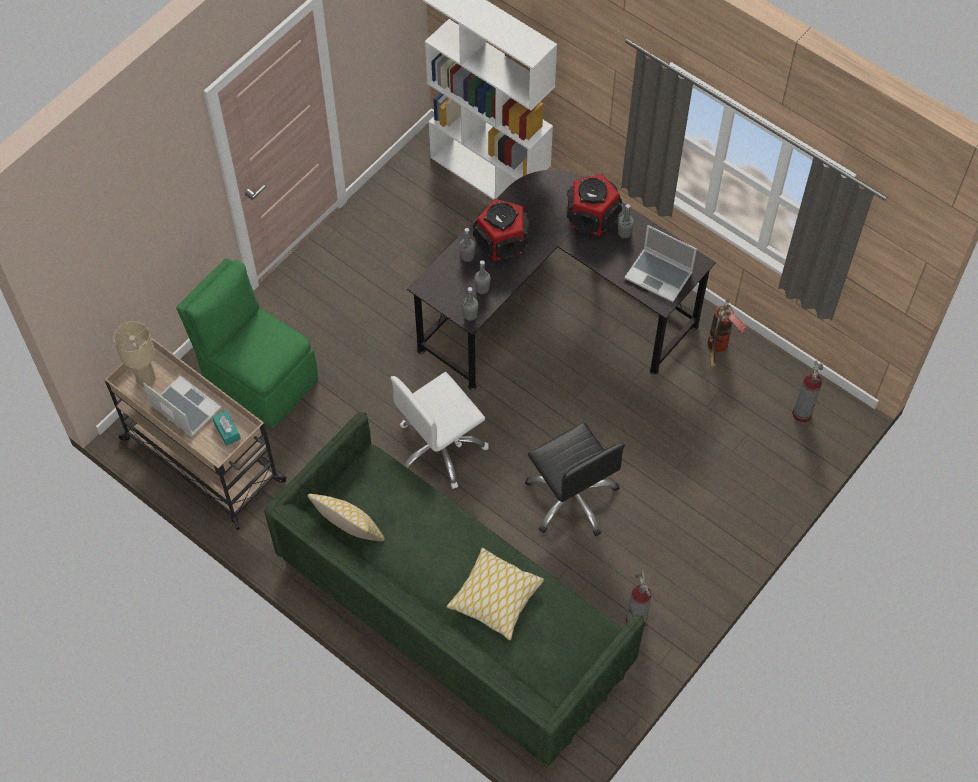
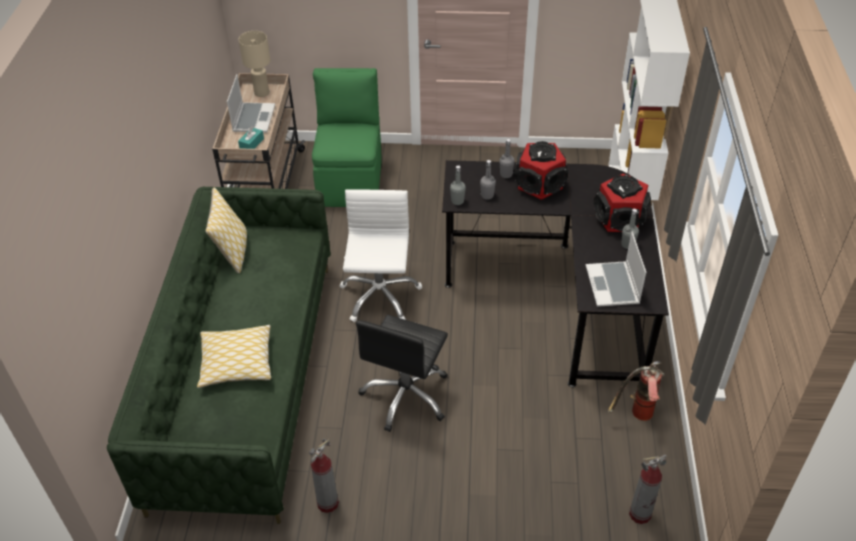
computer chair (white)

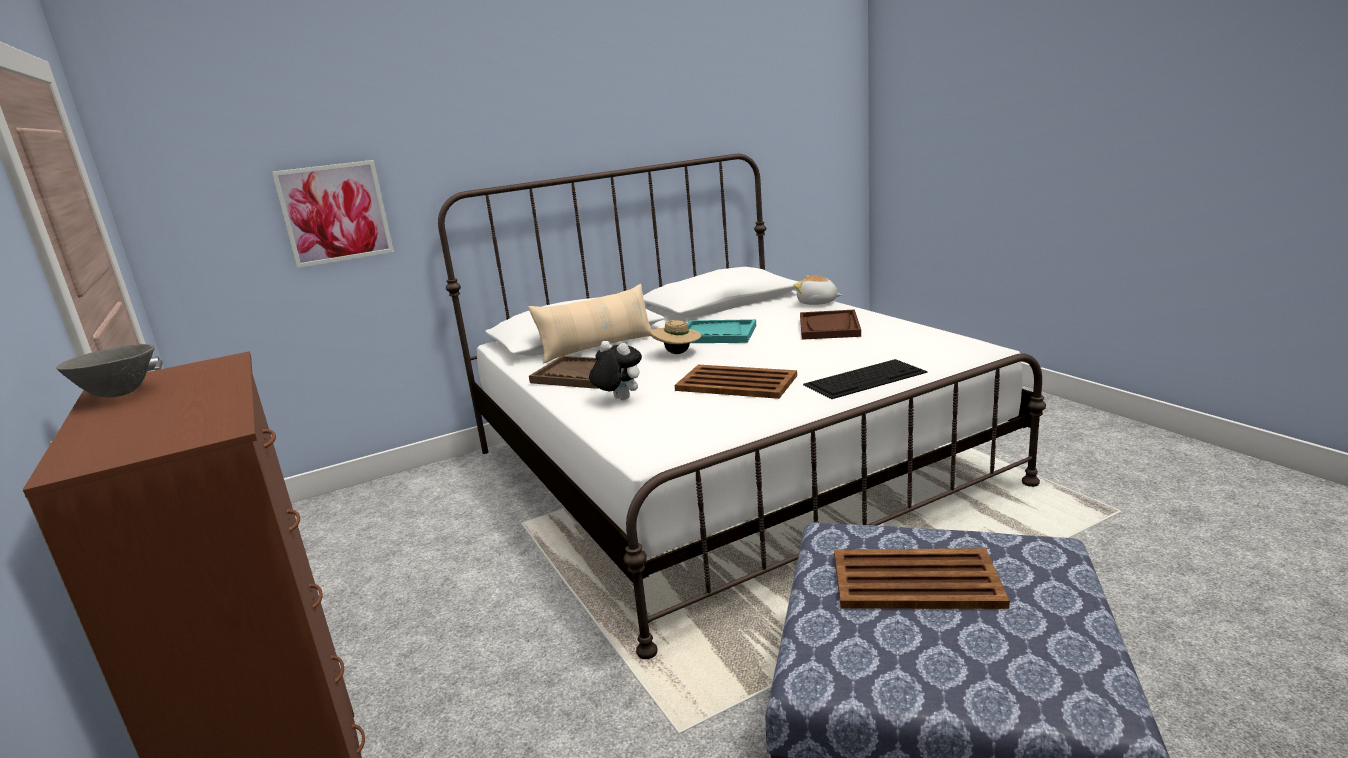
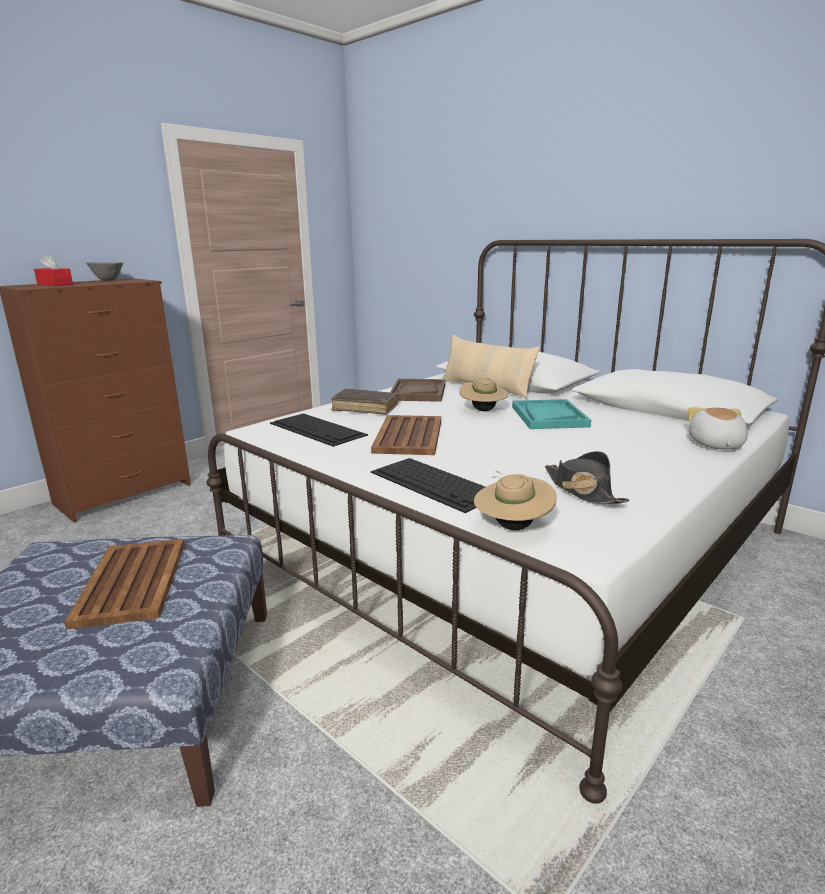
picture; carrying tray (brown-coloured) (no. 3 from left in the first image); book (brown-coloured); tissue holder (reddish); keyboard (no. 1 from left); wearable hat (blackish); wearable hat (beige) (no. 2 from left)

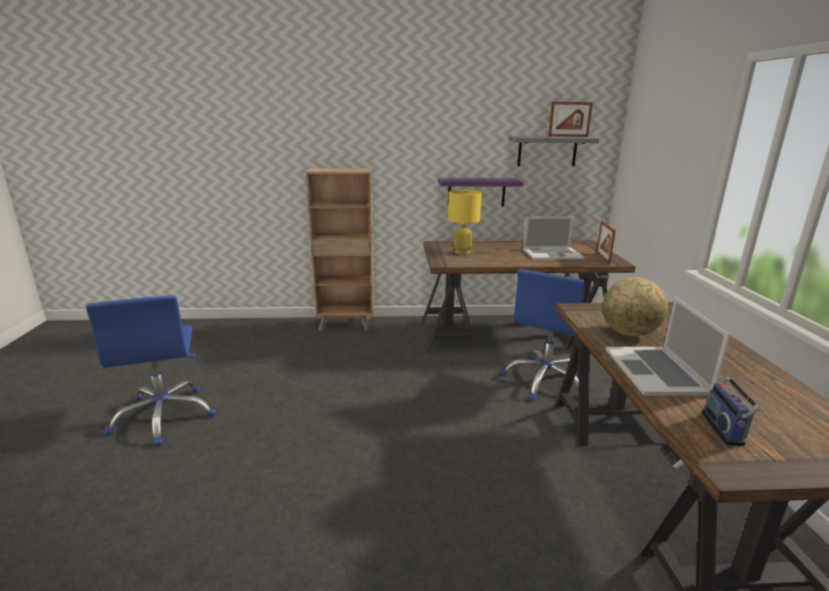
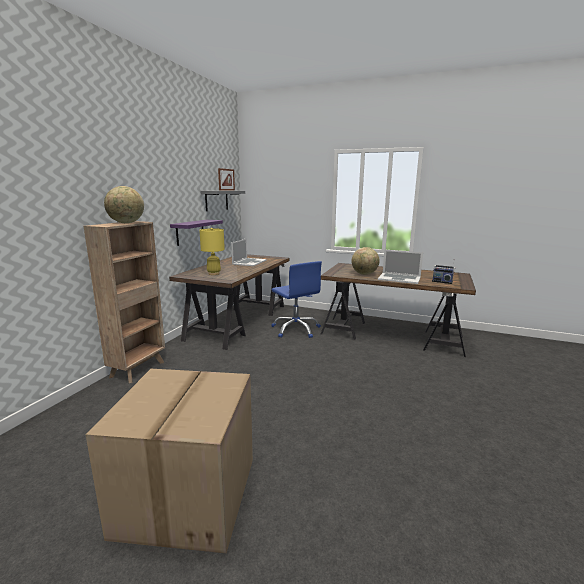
picture frame (no. 2 from left in the first image); cardboard box; desk globe (no. 1 from left)

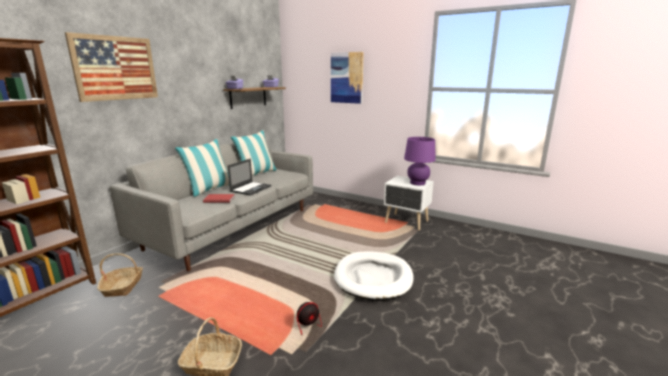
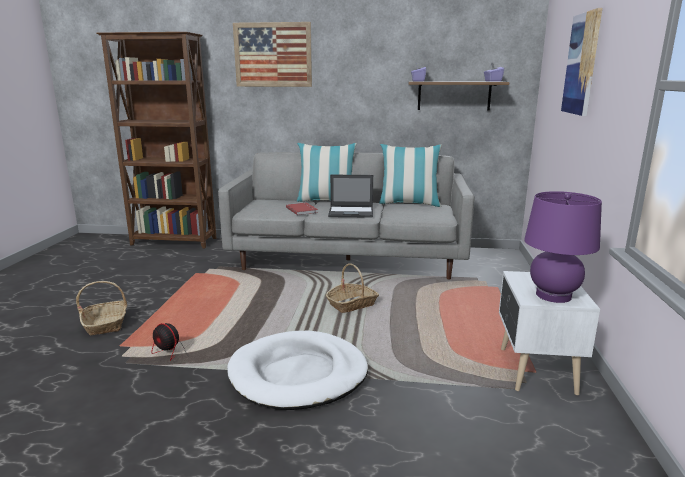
storage basket (no. 2 from left)

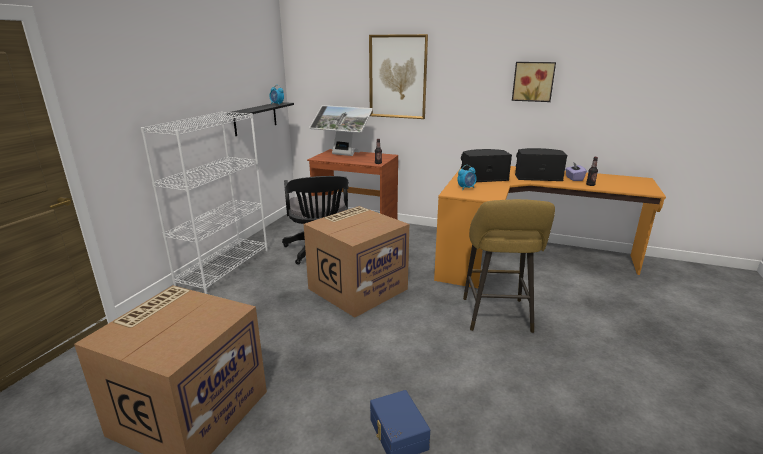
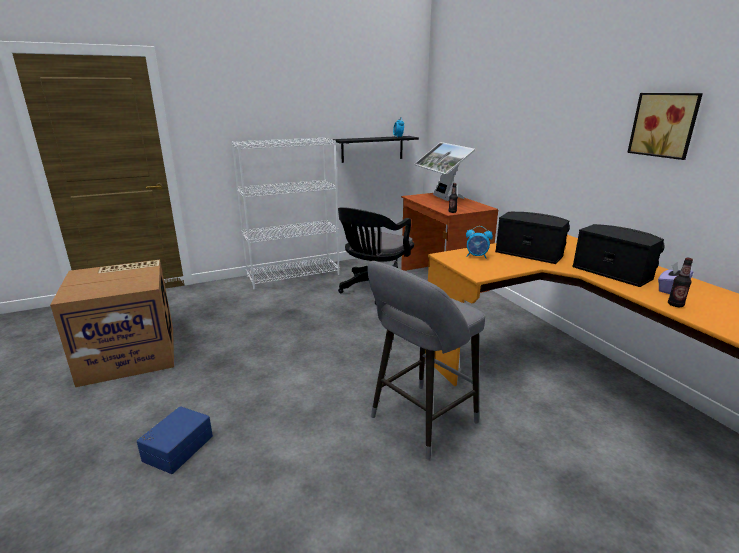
picture (no. 1 from left in the first image); stool seat (grey); cardboard box (no. 2 from left in the first image)

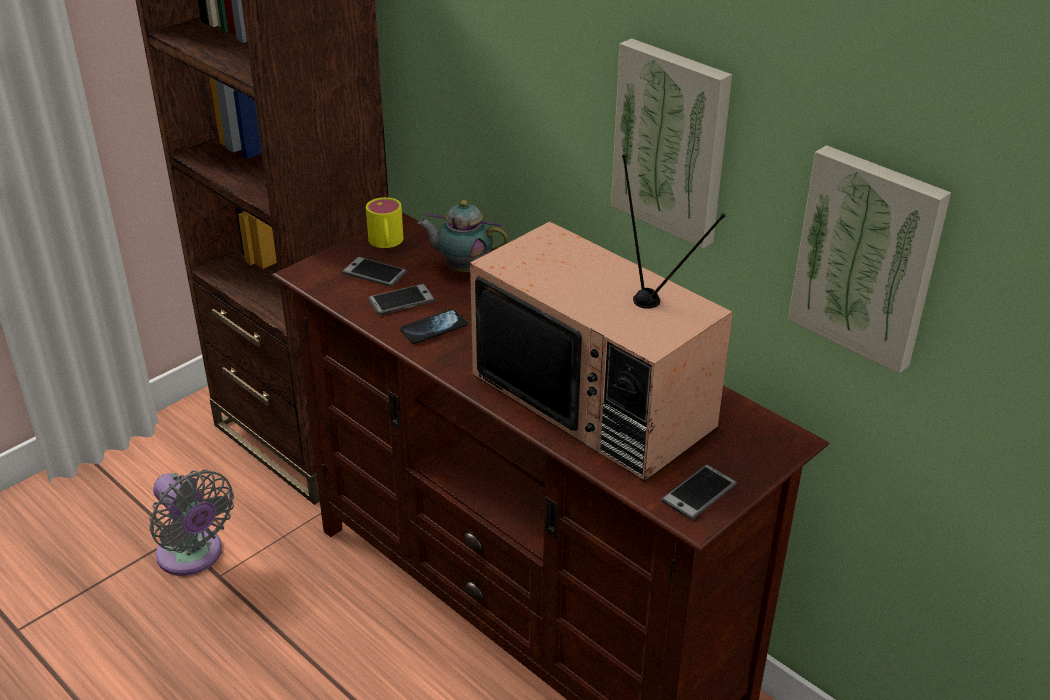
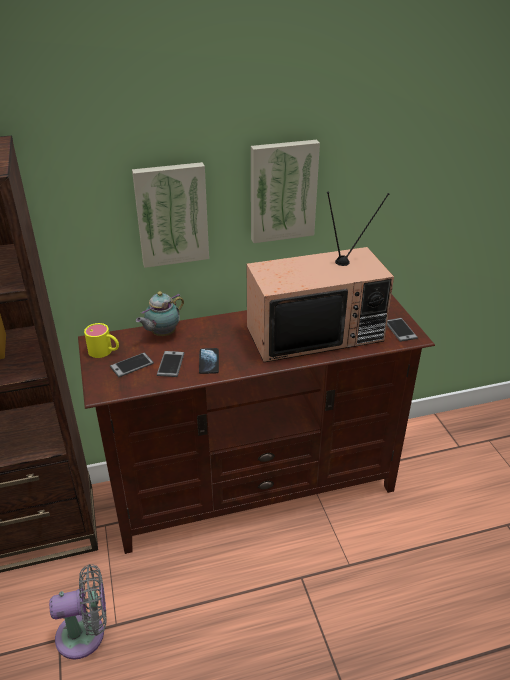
picture (no. 1 from left)

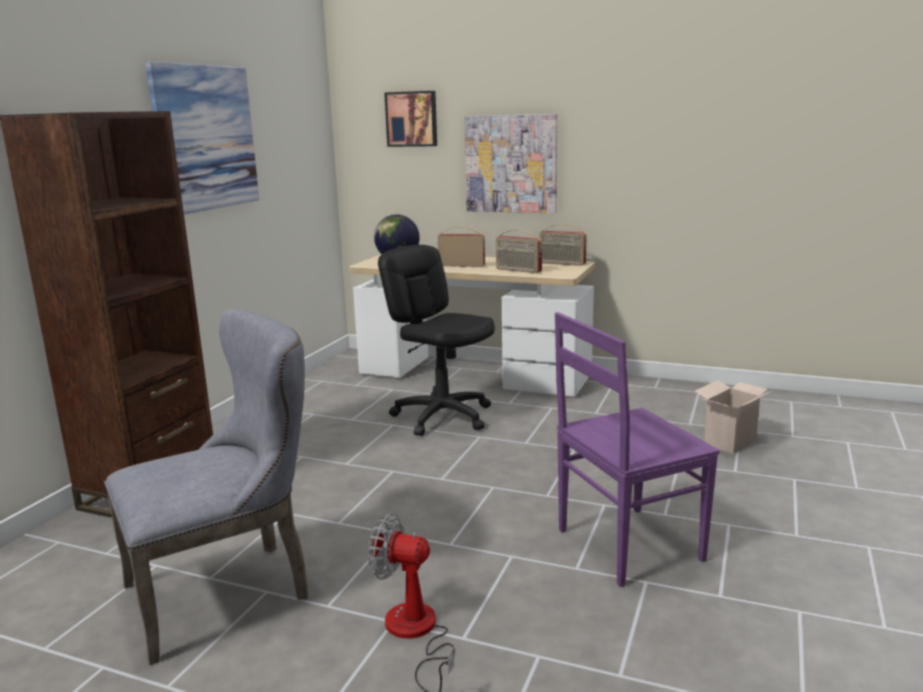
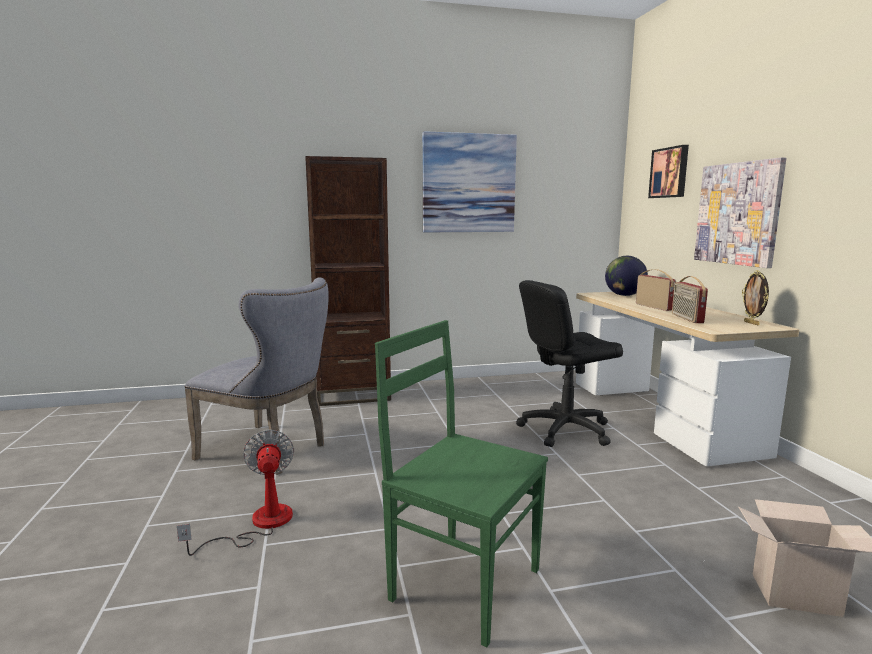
picture frame; computer chair (blackish); upright chair (greenish)

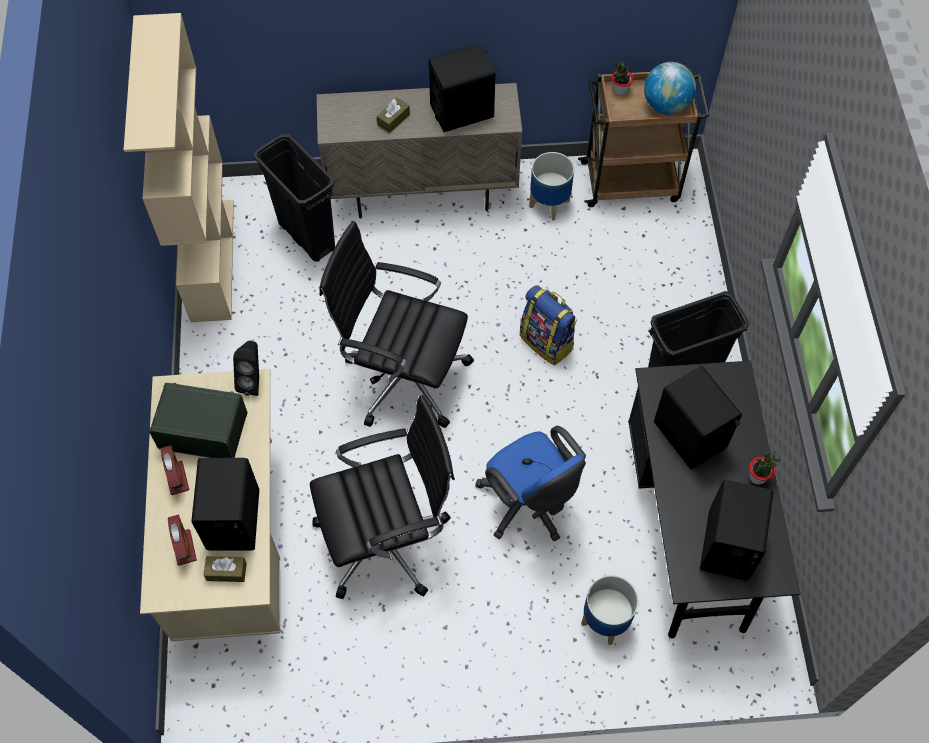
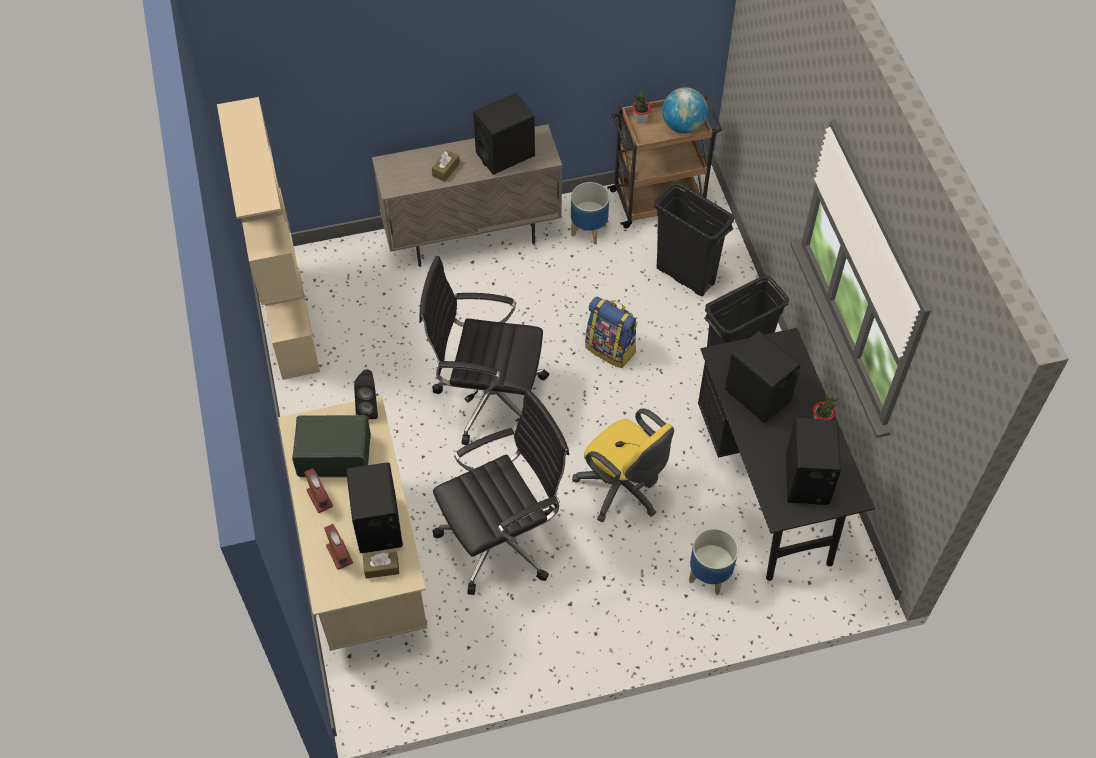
waste bin (blackish) (no. 1 from left); computer chair (yellowish)

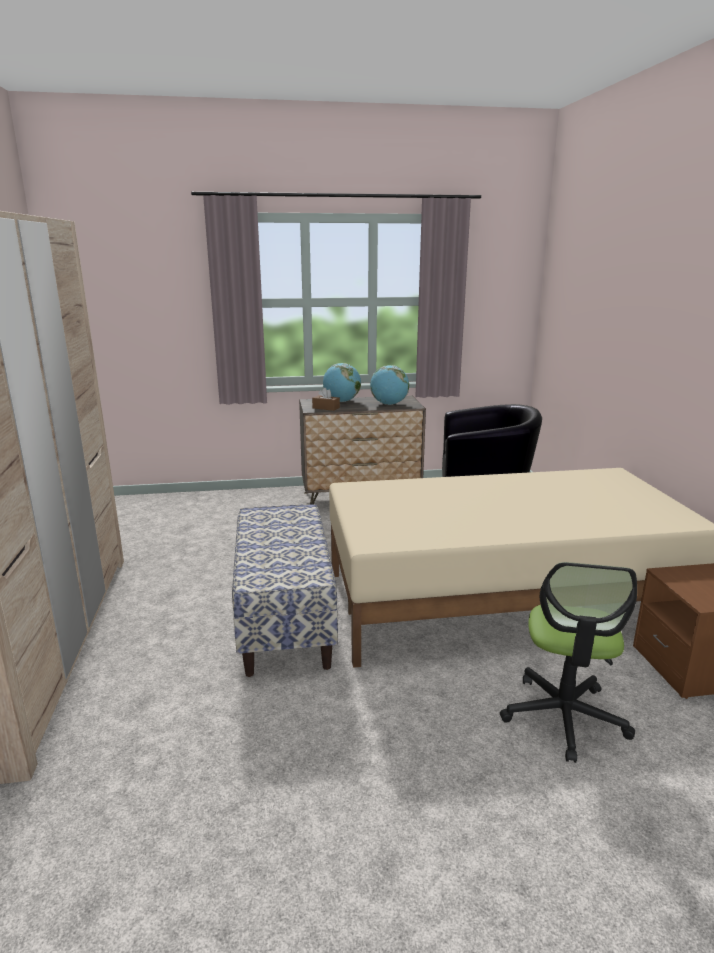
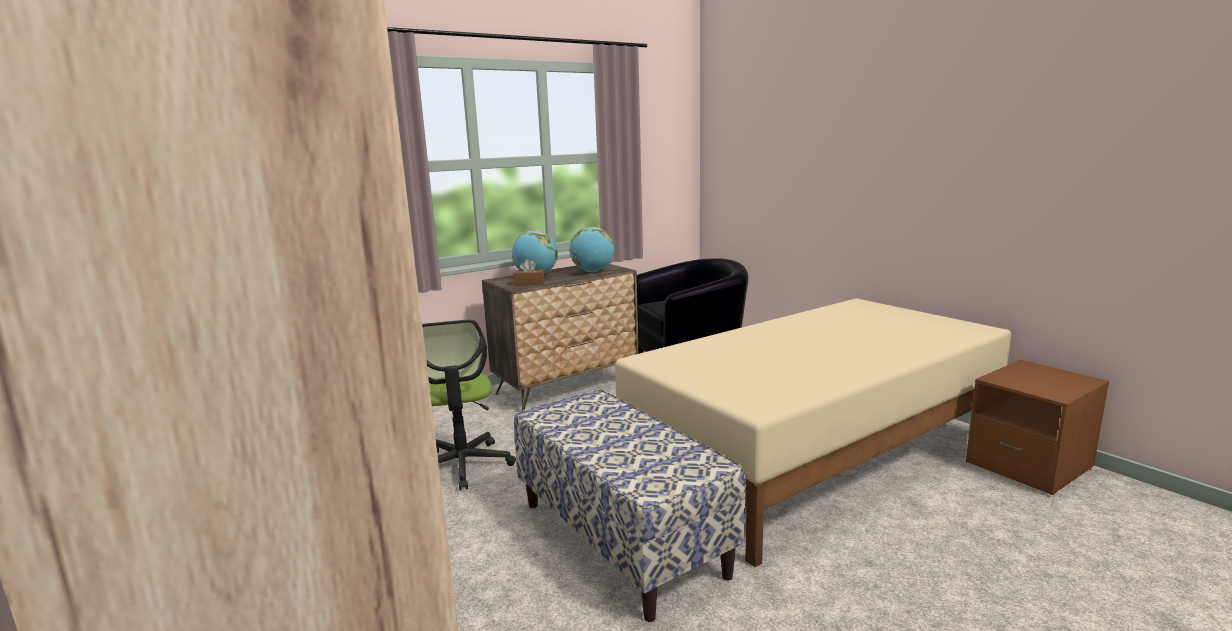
computer chair

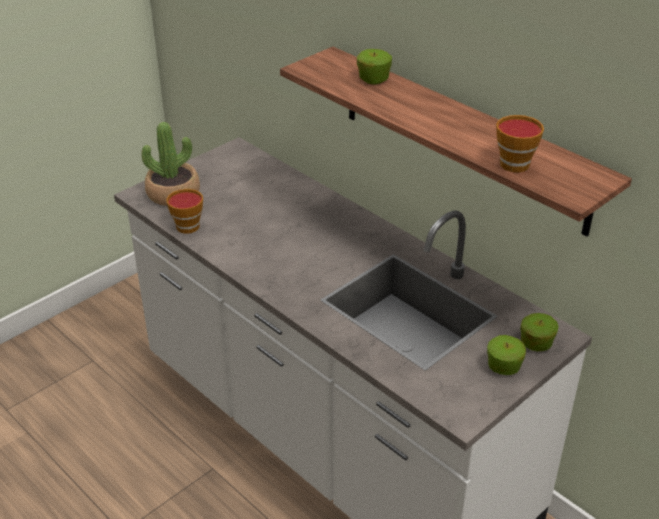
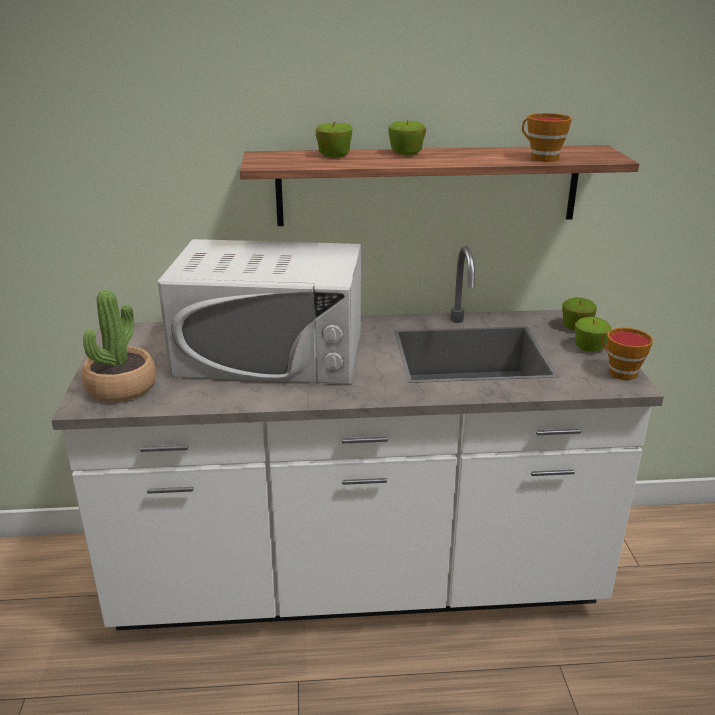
small cup (no. 2 from left); whole apple (no. 2 from left); microwave oven (white)

